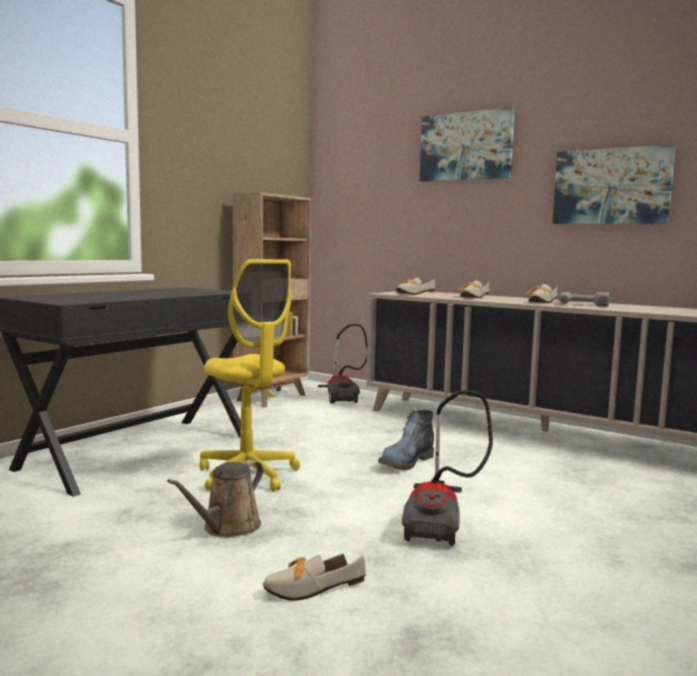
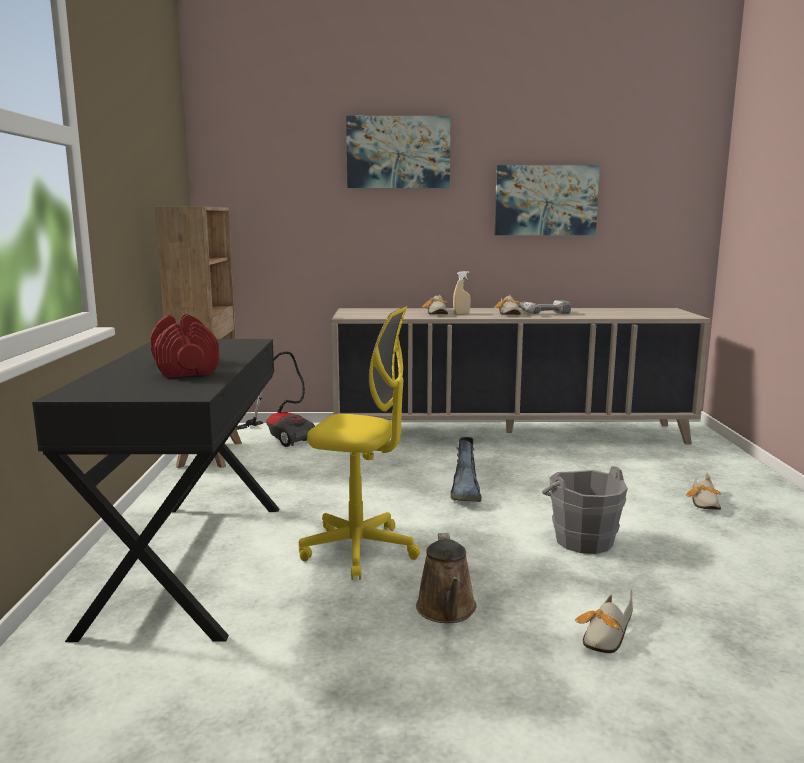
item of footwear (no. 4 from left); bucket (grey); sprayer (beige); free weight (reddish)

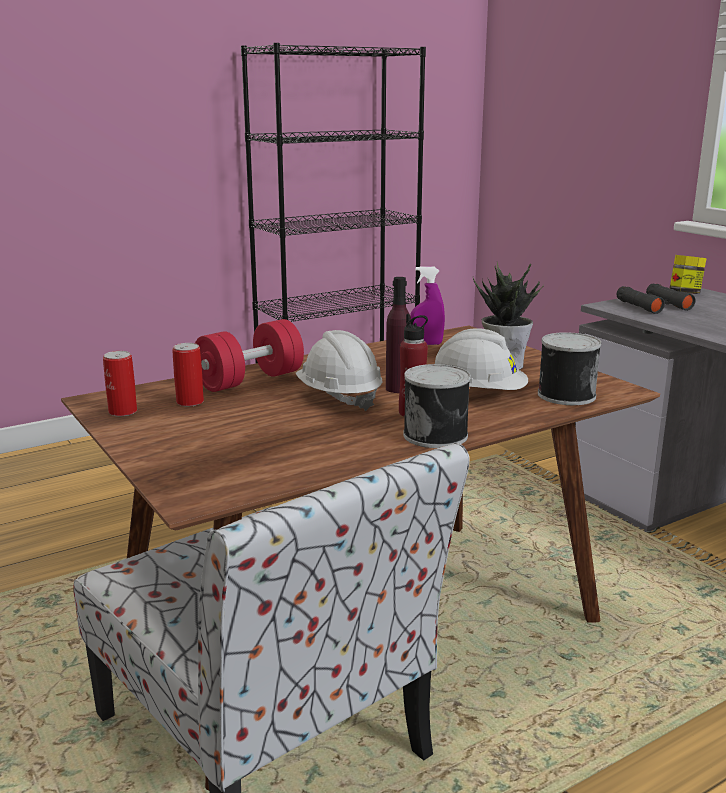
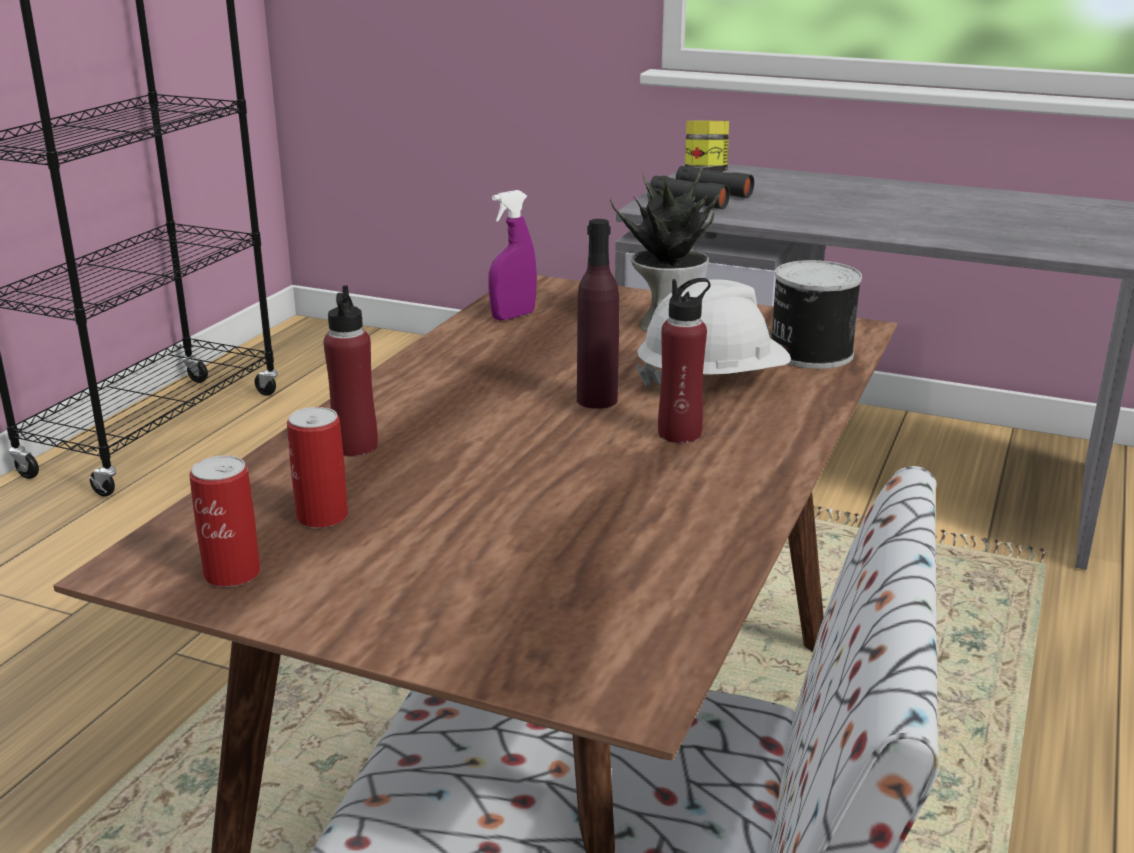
bottle (reddish) (no. 1 from left); safety helmet (white) (no. 1 from left in the first image); can (no. 3 from left in the first image)

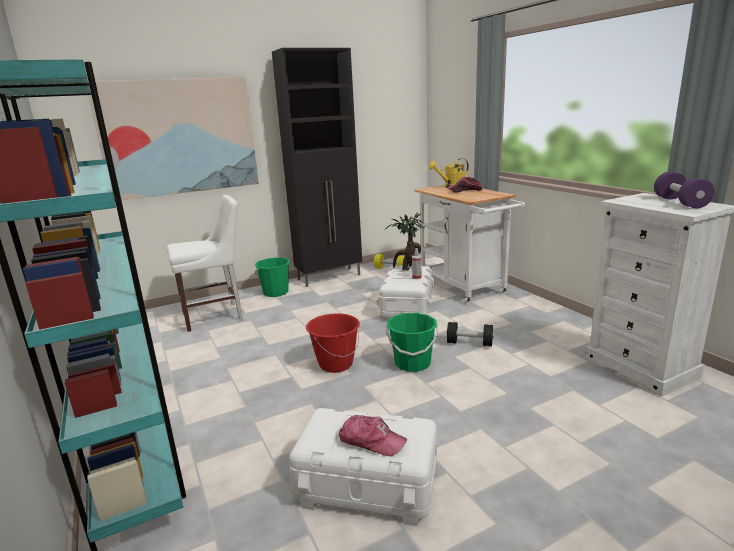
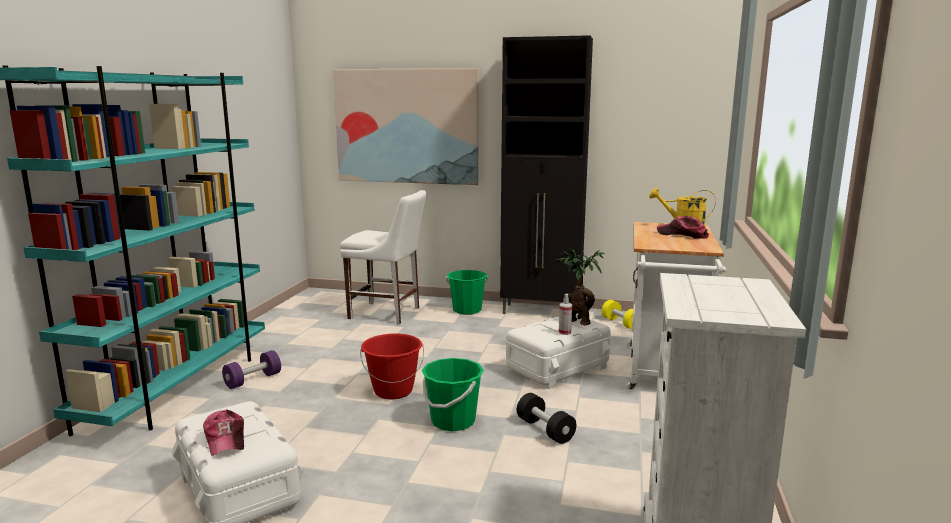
free weight (purplish)

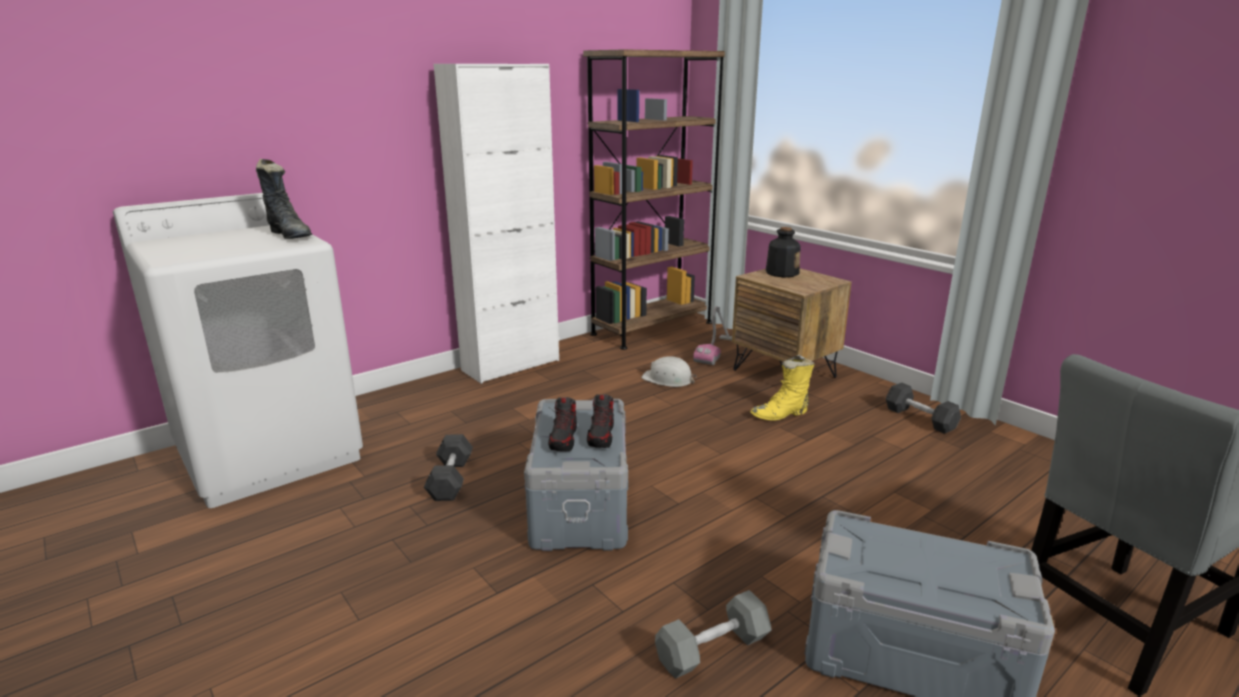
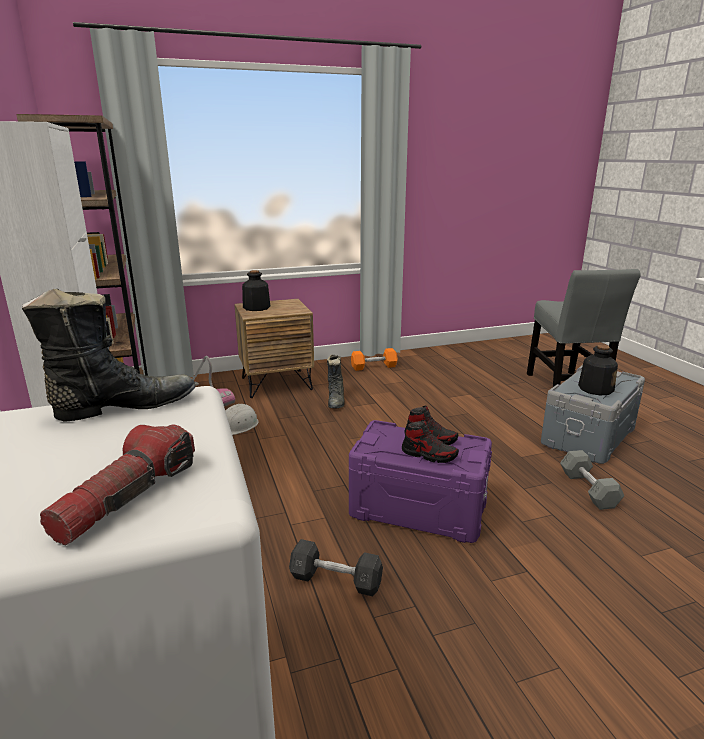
boot (blackish) (no. 2 from left); free weight (orange-coloured); storage box (purplish); bottle (no. 2 from left); hand torch

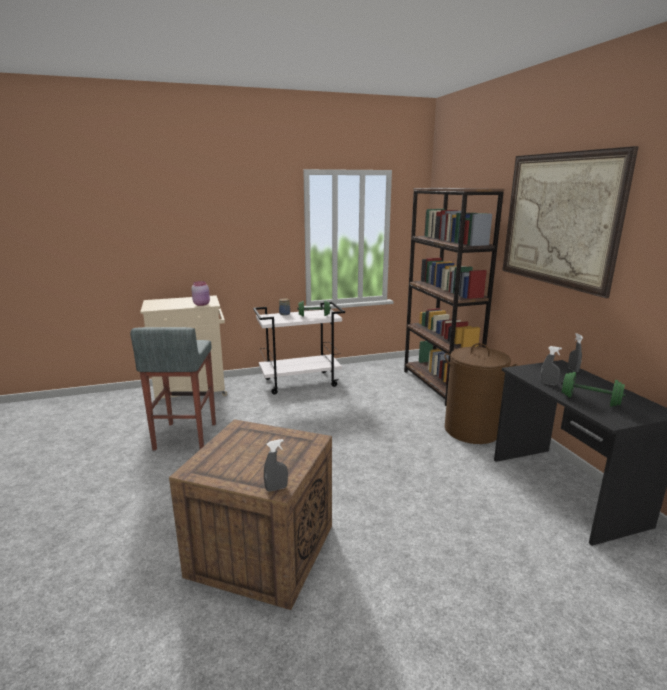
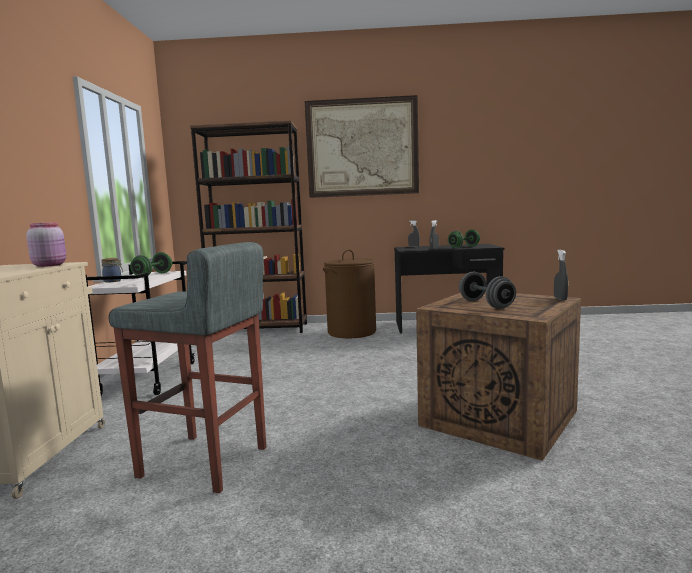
free weight (grey)

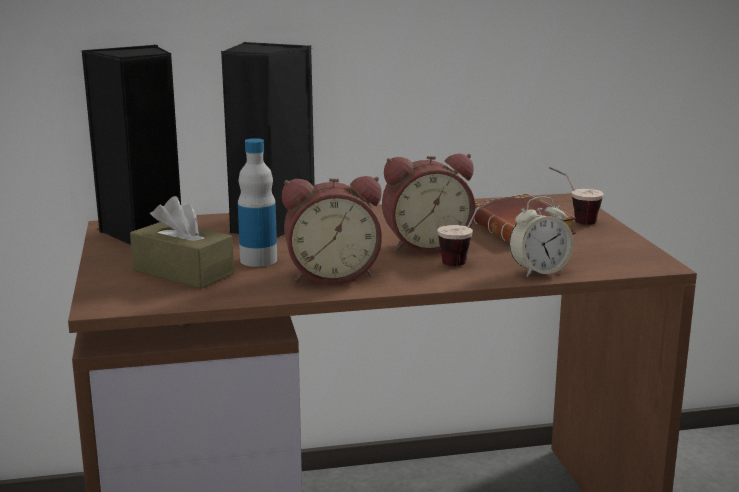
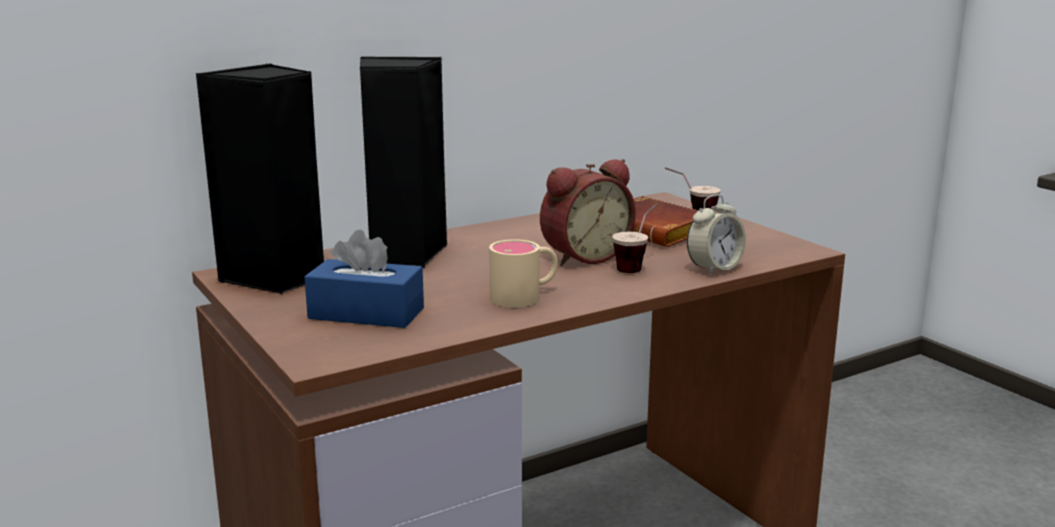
bottle; coffee mug (beige); tissue holder (blue)

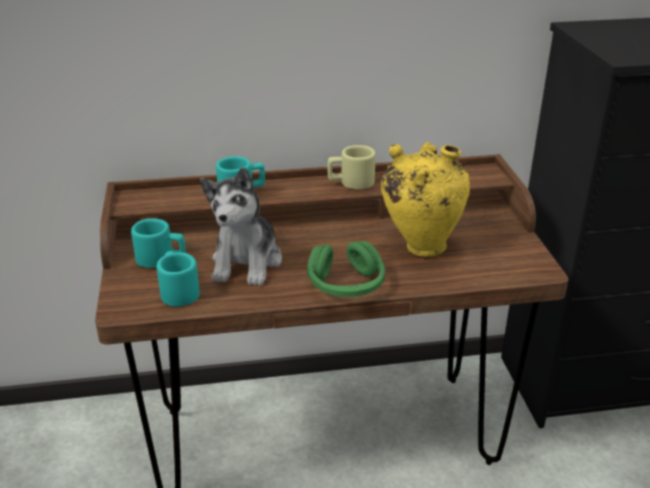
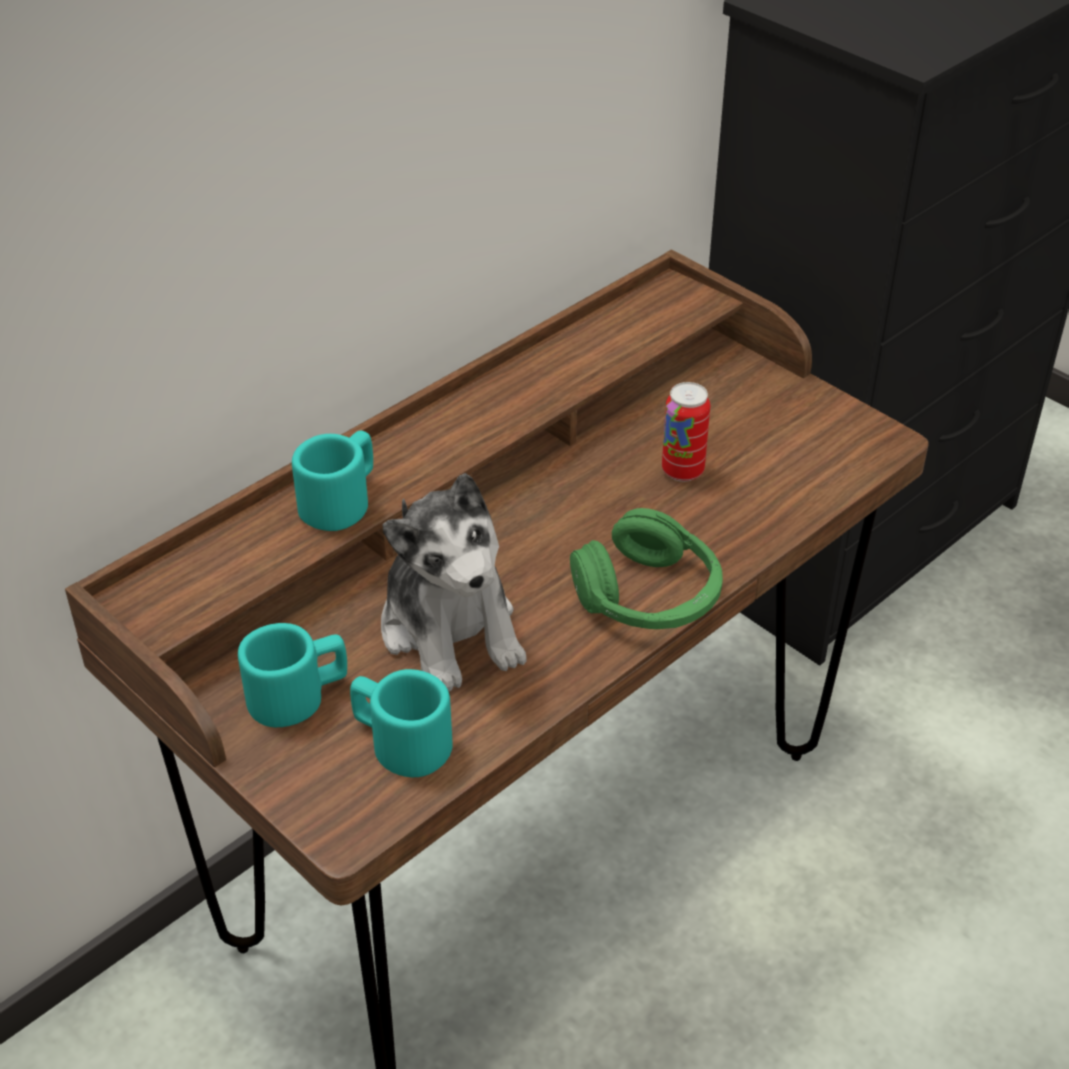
can; coffee mug (beige)

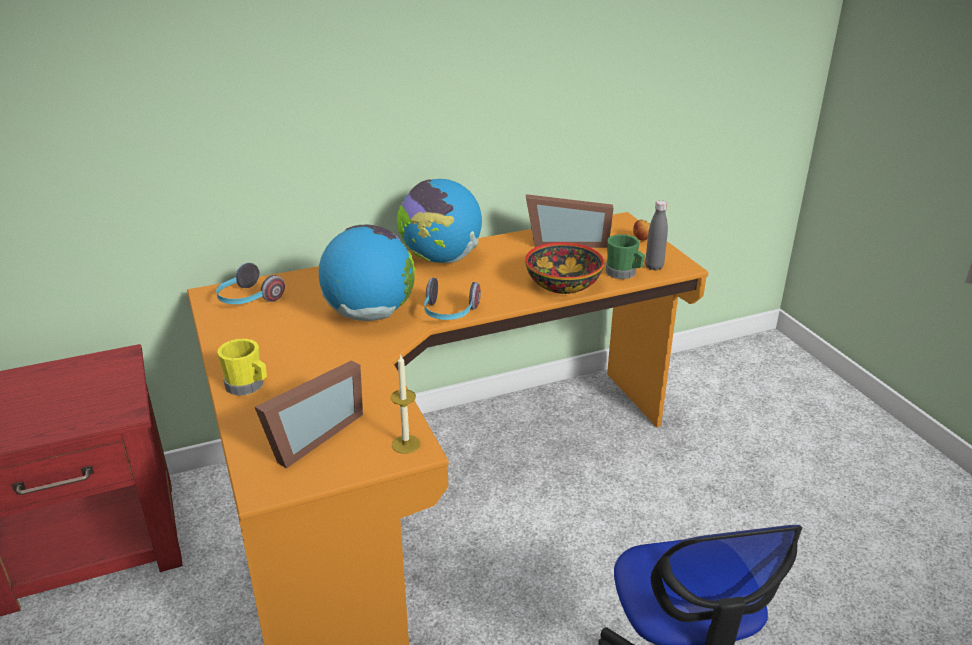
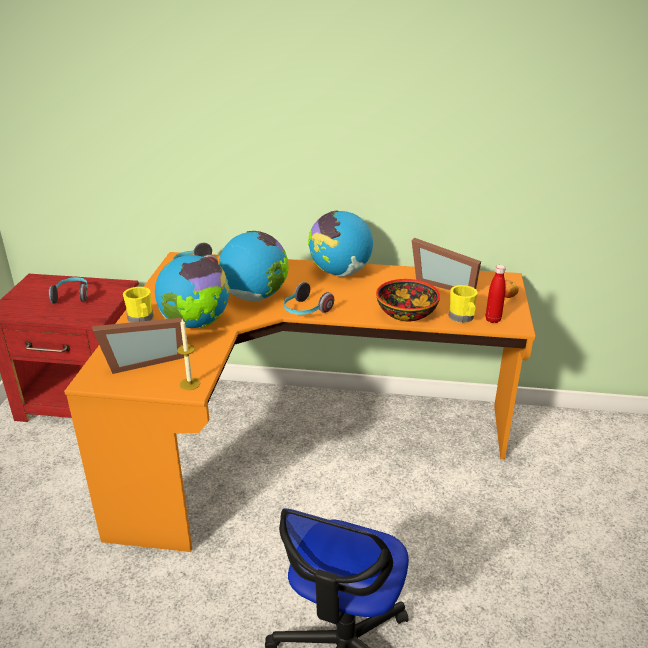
bottle (reddish); coffee mug (yellowish) (no. 2 from left); desk globe (no. 1 from left); headset (no. 1 from left)

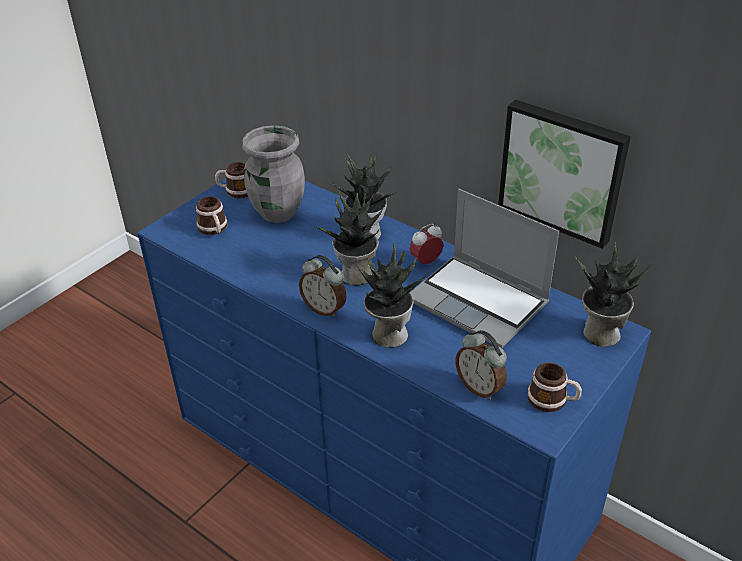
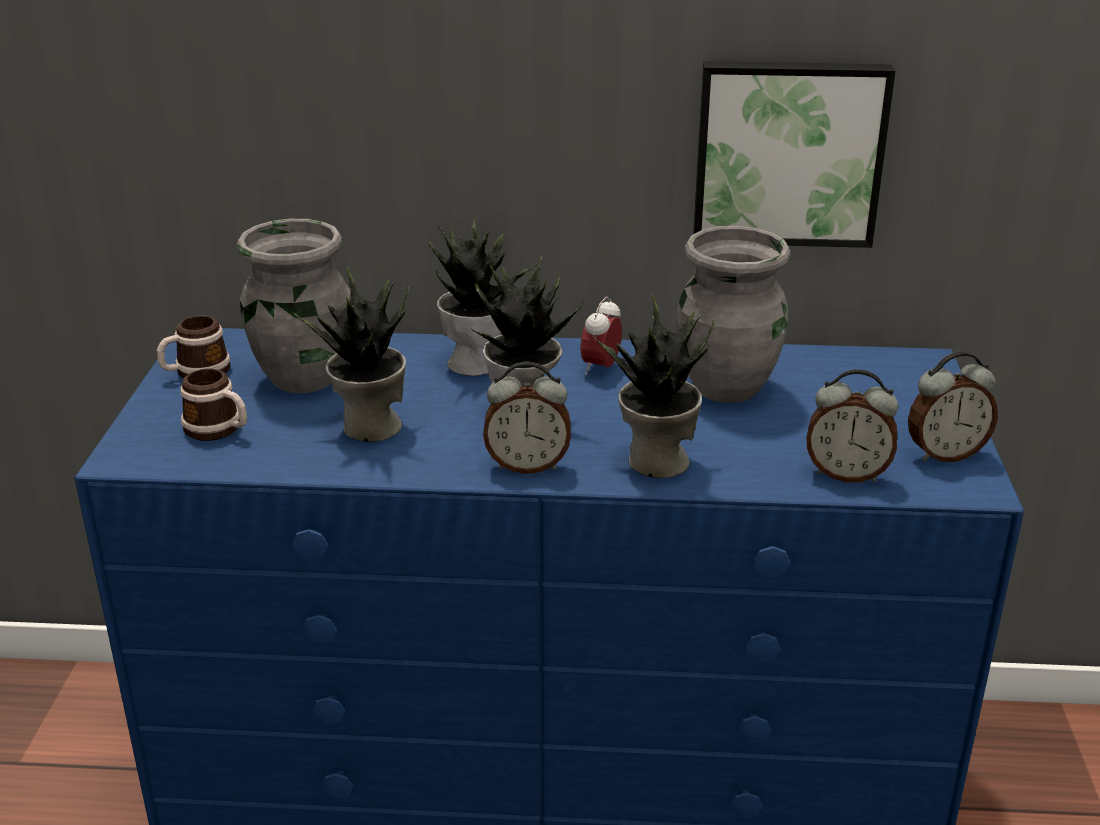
decorative vase (grey) (no. 2 from left); potted plant (no. 1 from left); alarm clock (no. 4 from left)

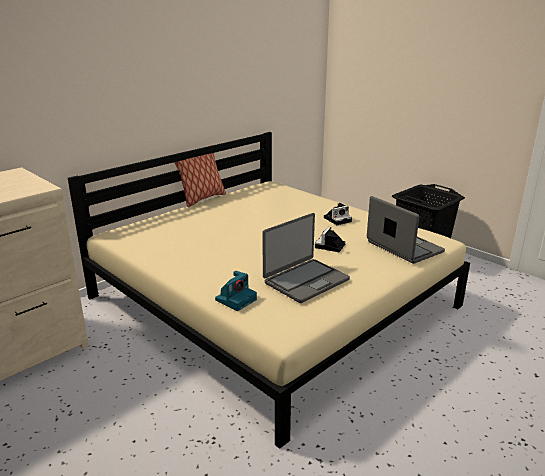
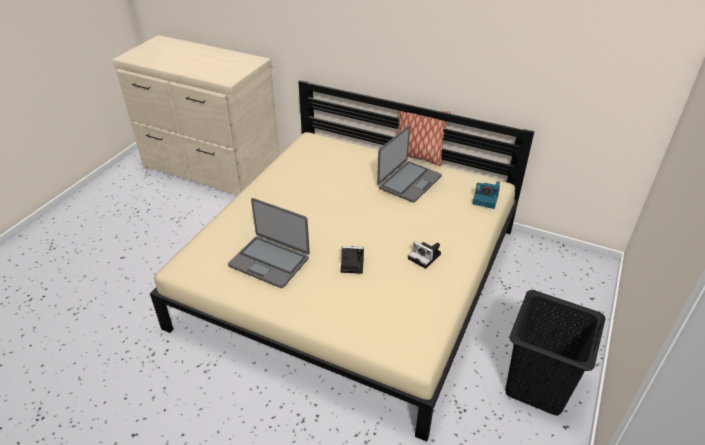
laptop (no. 2 from left); still camera (no. 3 from left)

